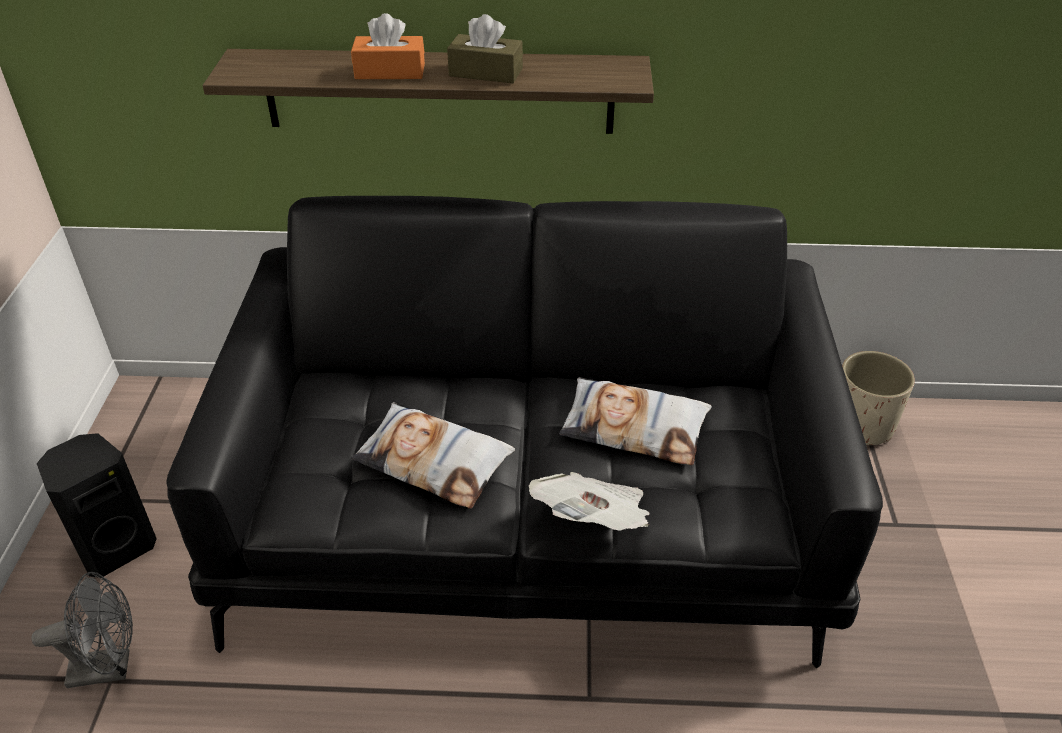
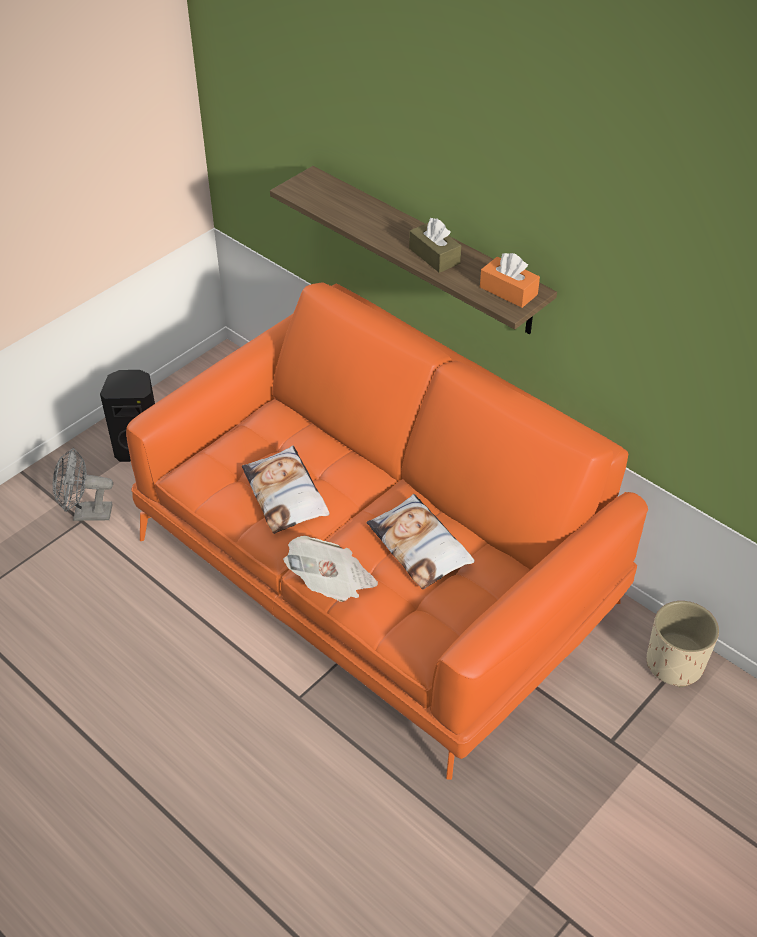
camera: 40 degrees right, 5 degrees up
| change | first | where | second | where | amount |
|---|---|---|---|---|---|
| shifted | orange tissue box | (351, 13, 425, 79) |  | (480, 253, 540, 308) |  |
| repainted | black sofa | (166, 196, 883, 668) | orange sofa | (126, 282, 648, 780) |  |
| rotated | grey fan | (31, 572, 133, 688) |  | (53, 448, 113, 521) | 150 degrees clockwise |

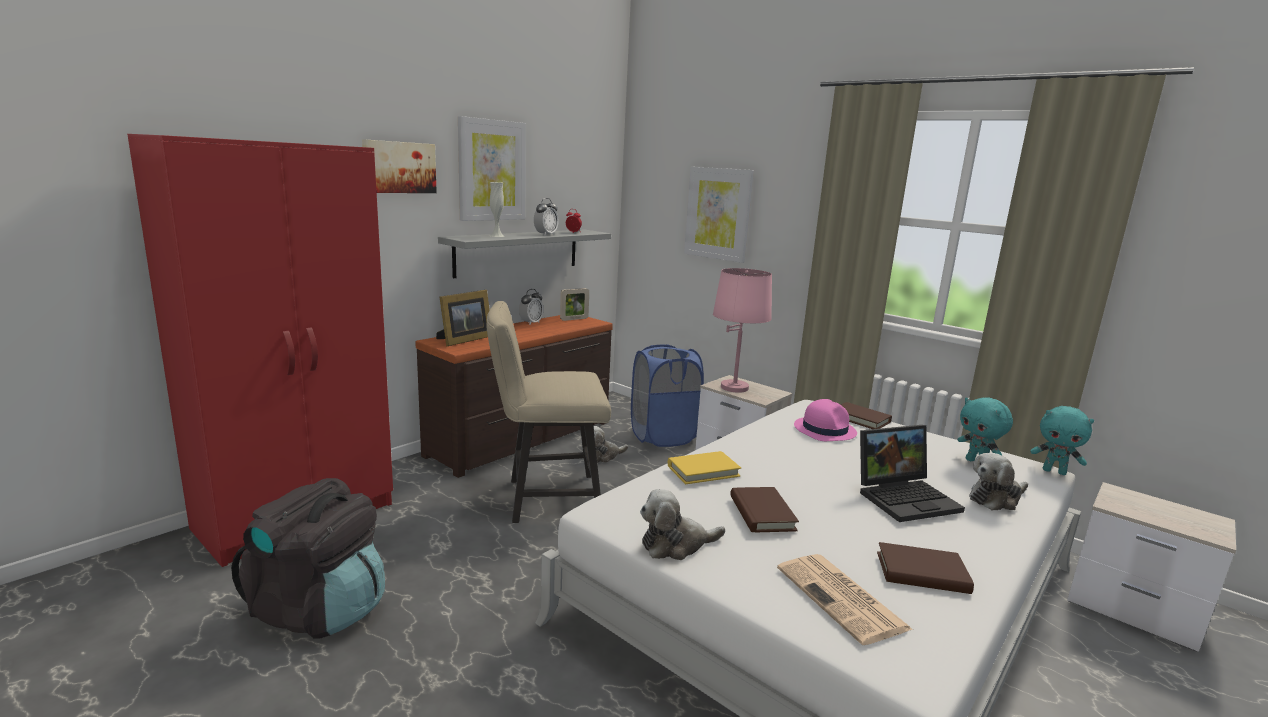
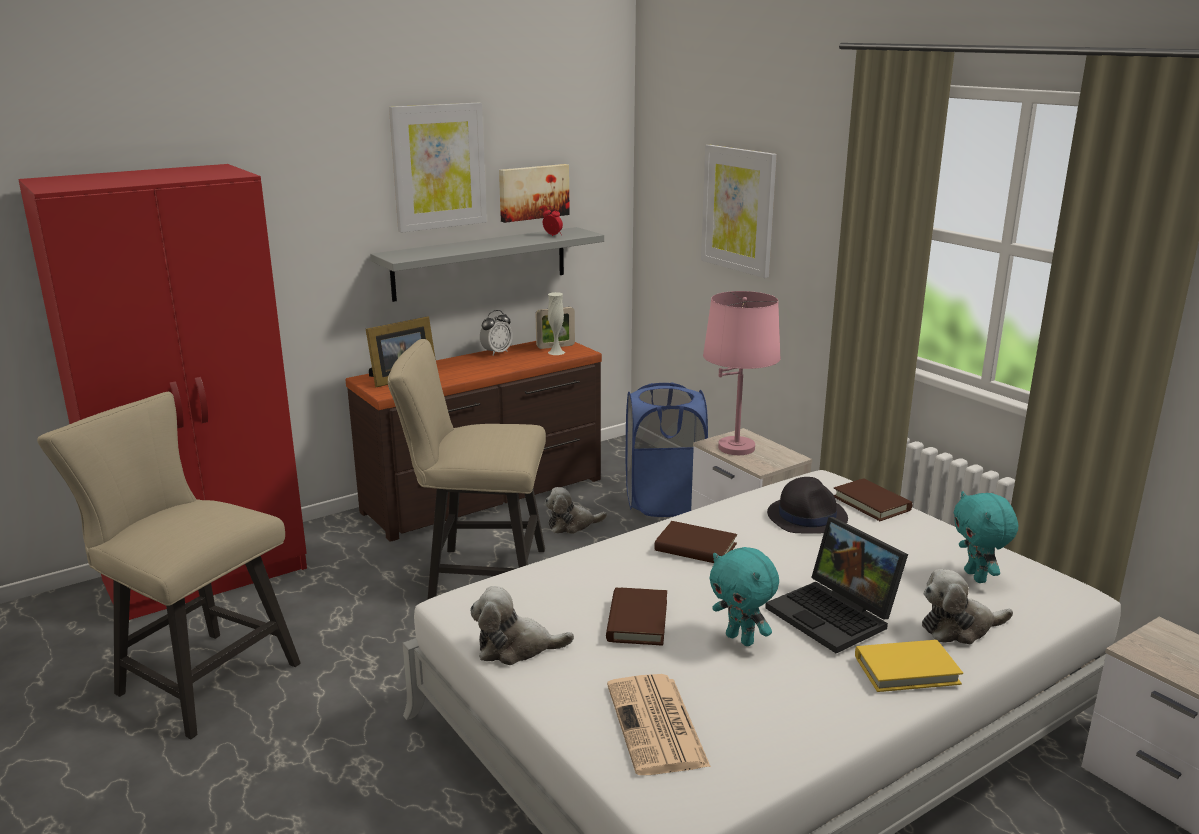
camera: 15 degrees right, 5 degrees up
| change | first | where | second | where | amount |
|---|---|---|---|---|---|
| shifted | picture | (362, 139, 437, 193) |  | (499, 164, 570, 223) |  |
| shifted | white vase | (490, 182, 505, 237) |  | (548, 292, 565, 355) |  |
| gone | alarm clock | (534, 198, 559, 235) |  |  |  |
| repainted | pink hat | (794, 399, 857, 441) | black hat | (767, 477, 848, 534) |  |
| shifted | turquoise plush toy | (1030, 406, 1094, 475) |  | (710, 547, 779, 646) |  |
| rotated | laptop | (860, 425, 965, 522) |  | (765, 517, 908, 654) | 60 degrees clockwise |
| shifted | yellow book | (668, 451, 741, 484) |  | (855, 640, 963, 692) |  |
| swapped | black backpack | (231, 478, 385, 639) | beige chair | (37, 392, 301, 739) |  |
| shifted | brown book | (877, 542, 974, 594) |  | (654, 521, 737, 563) |  |

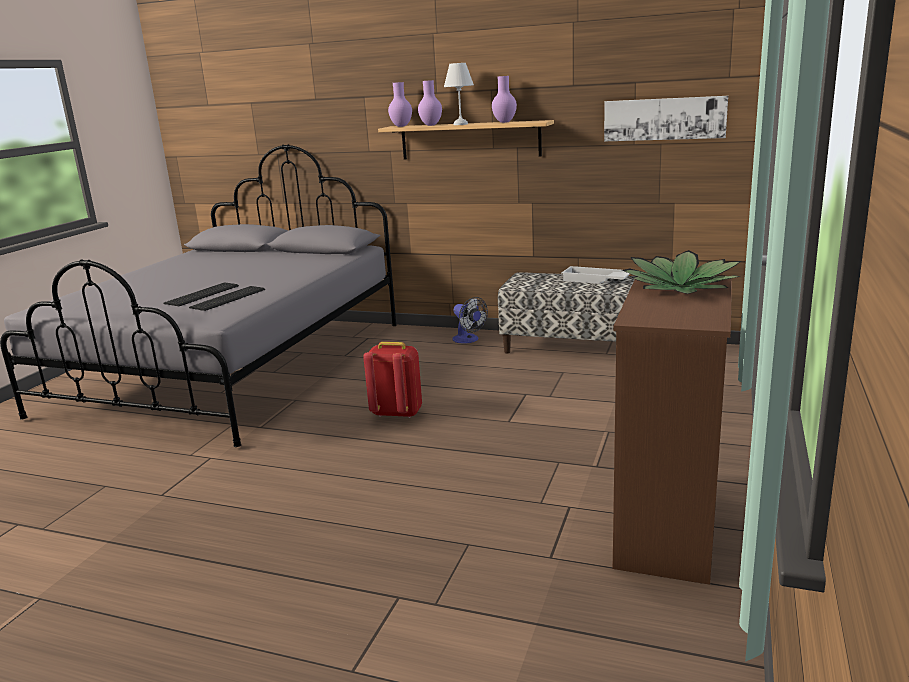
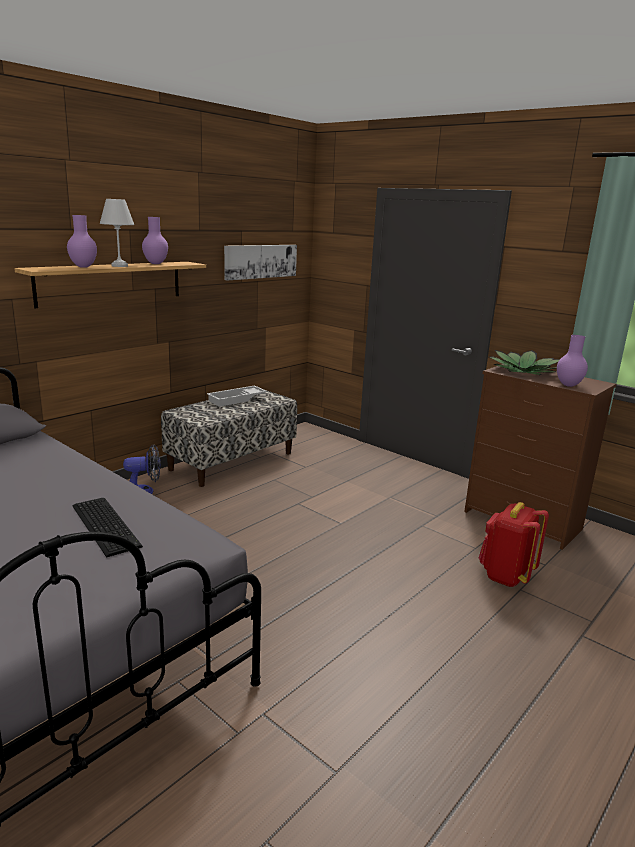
camera: 70 degrees left, 0 degrees up
| change | first | where | second | where | amount |
|---|---|---|---|---|---|
| shifted | purple vase | (388, 82, 412, 127) |  | (557, 335, 588, 387) |  |
| gone | keyboard | (163, 282, 239, 306) |  |  |  |
| shifted | red backpack | (363, 342, 422, 418) |  | (479, 502, 549, 587) |  |

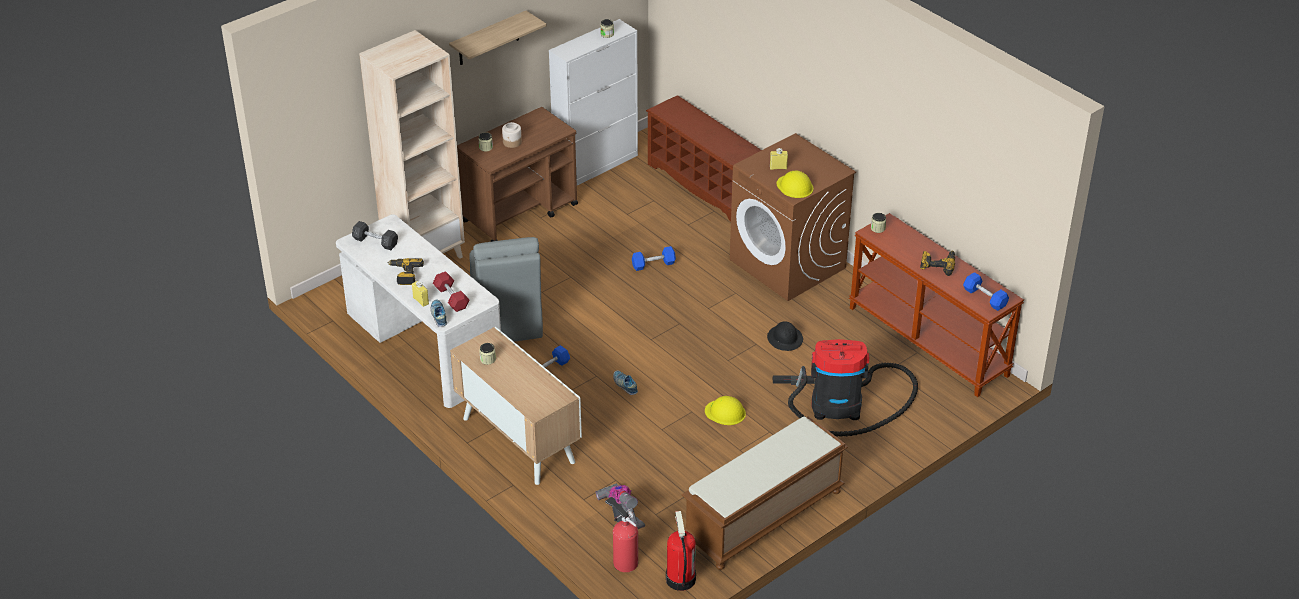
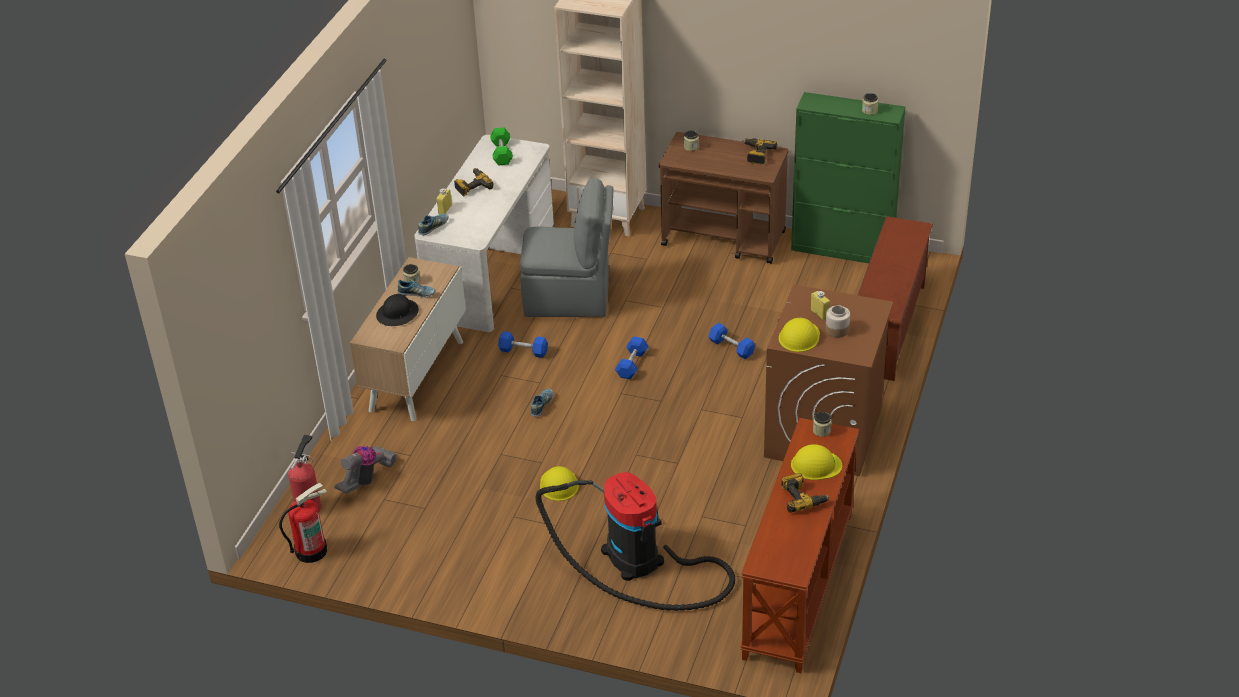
camera: 60 degrees right, 0 degrees up
| change | first | where | second | where | amount |
|---|---|---|---|---|---|
| gone | shelf | (449, 11, 547, 65) |  |  |  |
| repainted | white cabinet | (549, 19, 638, 185) | green cabinet | (791, 92, 905, 263) |  |
| shifted | jar | (502, 122, 522, 148) |  | (825, 305, 850, 338) |  |
| repainted | grey dumbbell | (352, 221, 398, 250) | green dumbbell | (490, 127, 513, 166) |  |
| rotated | grey chair | (469, 237, 543, 342) |  | (520, 178, 614, 317) | 135 degrees counterclockwise |
| gone | red dumbbell | (433, 271, 470, 312) |  |  |  |
| shifted | blue dumbbell | (963, 272, 1009, 311) |  | (615, 336, 648, 379) |  |
| shifted | black hard hat | (767, 321, 803, 351) |  | (376, 294, 419, 326) |  |
| gone | brown bench | (682, 416, 848, 570) |  |  |  |
| new |  |  | power drill | (742, 138, 777, 165) |  |
| new |  |  | shoe | (397, 279, 435, 298) |  |
| new |  |  | yellow hard hat | (791, 444, 842, 480) |  |

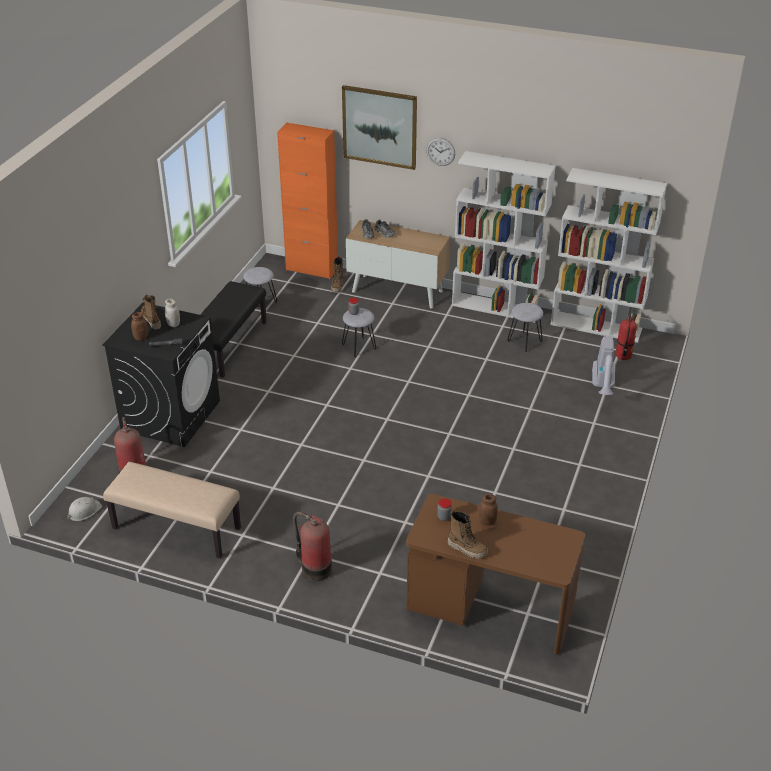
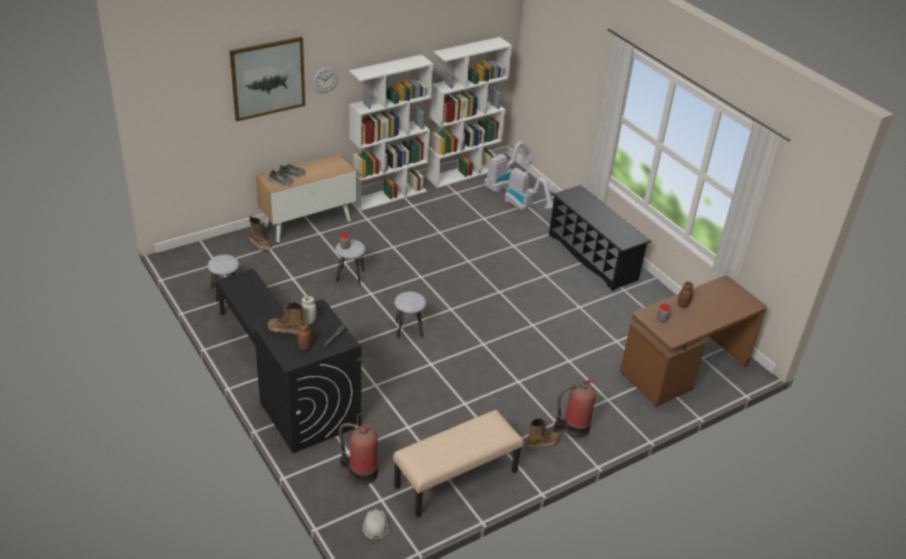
camera: 55 degrees left, 0 degrees up
| change | first | where | second | where | amount |
|---|---|---|---|---|---|
| gone | orange cabinet | (277, 123, 338, 279) |  |  |  |
| shifted | grey stool | (507, 303, 543, 352) |  | (394, 292, 426, 339) |  |
| swapped | fire extinguisher | (616, 308, 637, 360) | vacuum cleaner | (484, 141, 532, 193) |  |
| shifted | boot | (448, 510, 488, 559) |  | (526, 418, 559, 450) |  |
| new |  |  | black shoe rack | (549, 185, 652, 291) |  |

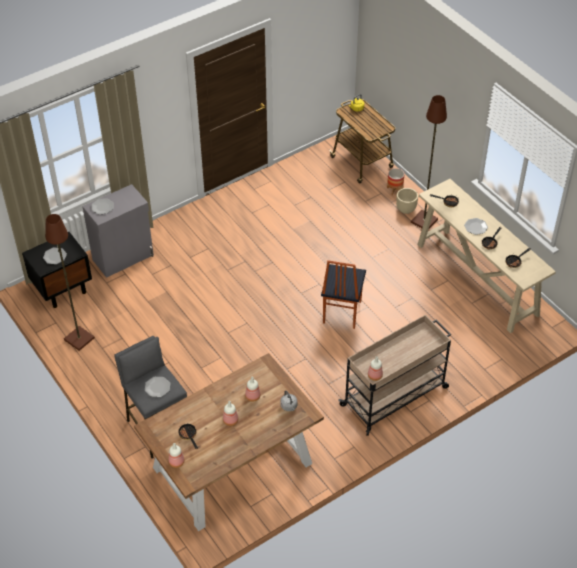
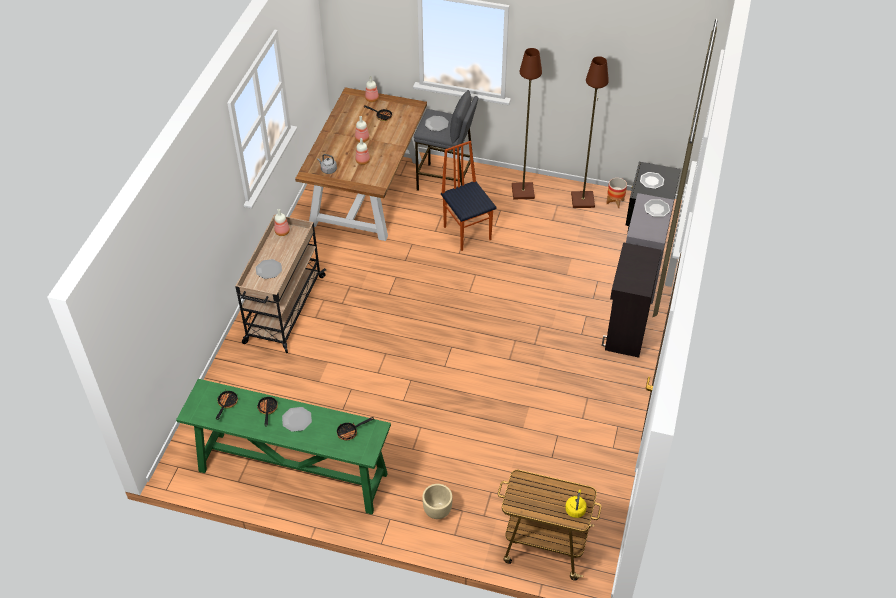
camera: 140 degrees right, 0 degrees up
| change | first | where | second | where | amount |
|---|---|---|---|---|---|
| shifted | brown floor lamp | (411, 95, 447, 230) |  | (512, 48, 542, 199) |  |
| shifted | planter | (387, 168, 404, 195) |  | (606, 178, 627, 208) |  |
| repainted | beige console table | (418, 179, 556, 333) | green console table | (176, 379, 391, 514) |  |
| shifted | chair | (321, 260, 366, 329) |  | (441, 141, 496, 251) |  |
| new |  |  | black cabinet | (602, 242, 661, 358) |  |
| new |  |  | plate | (256, 259, 282, 279) |  |

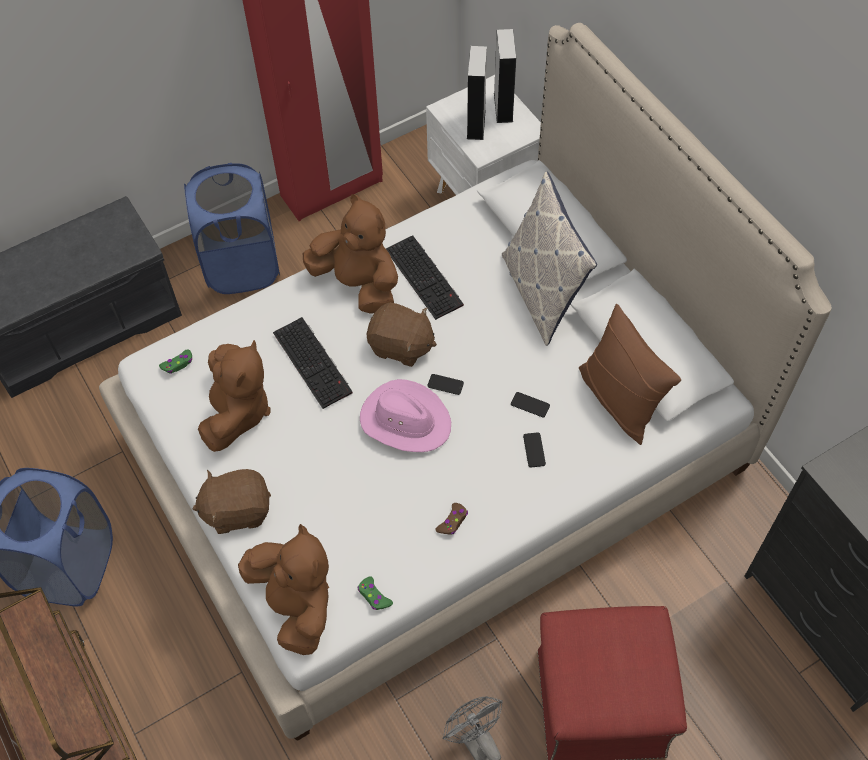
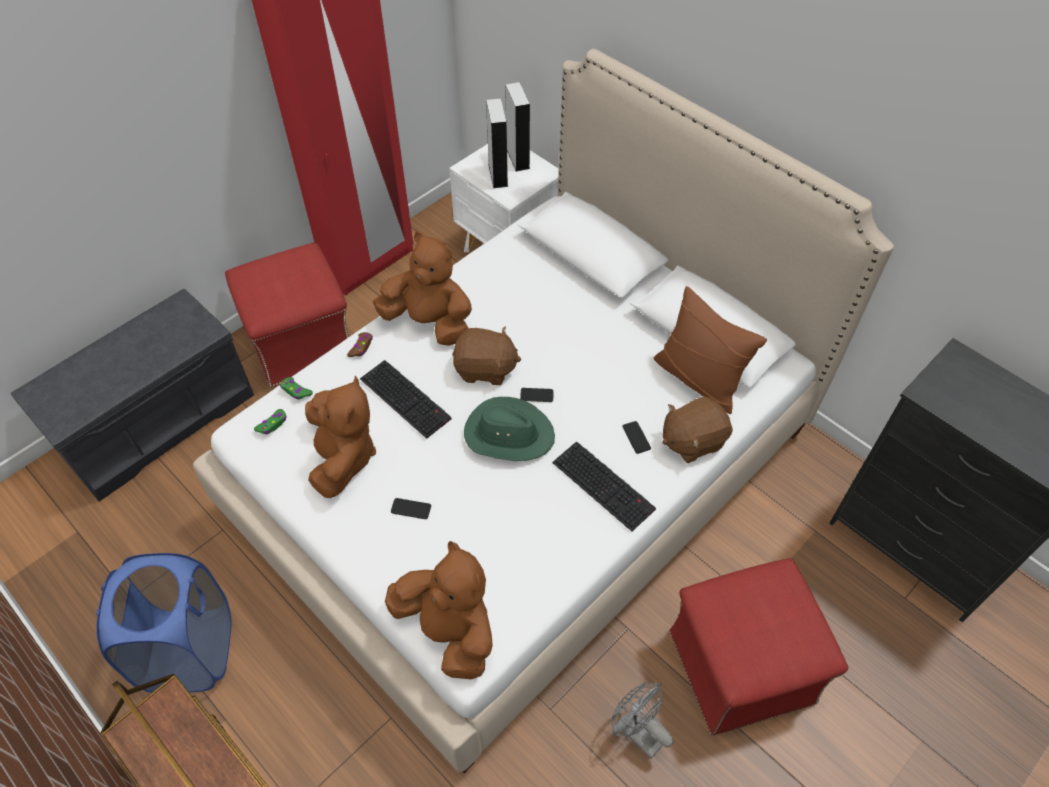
camera: 15 degrees left, 5 degrees down
| change | first | where | second | where | amount |
|---|---|---|---|---|---|
| swapped | blue laundry basket | (184, 163, 280, 294) | red ottoman | (225, 242, 349, 387) |  |
| gone | pillow | (502, 171, 597, 346) |  |  |  |
| shifted | keyboard | (386, 235, 464, 320) |  | (552, 441, 656, 531) |  |
| repainted | pink hat | (360, 379, 451, 452) | green hat | (464, 397, 555, 461) |  |
| shifted | phone | (511, 392, 550, 417) |  | (391, 498, 431, 519) |  |
| shifted | brown plush toy | (192, 469, 271, 534) |  | (663, 397, 732, 463) |  |
| shifted | brown game controller | (435, 503, 468, 535) |  | (347, 332, 373, 357) |  |
| shifted | green game controller | (357, 576, 393, 610) |  | (280, 377, 313, 400) |  |

